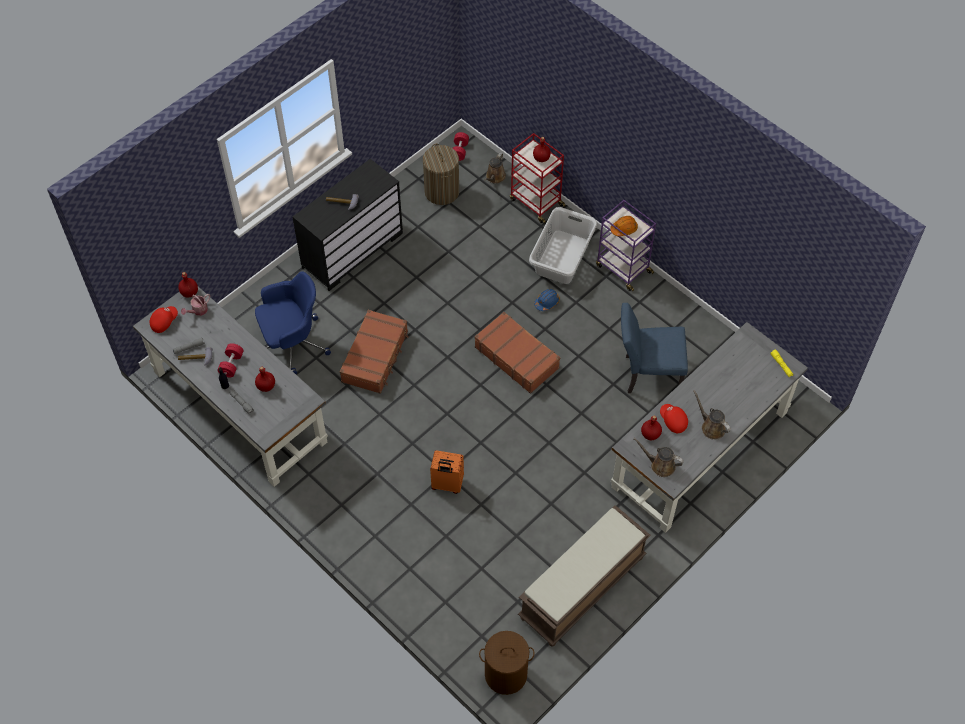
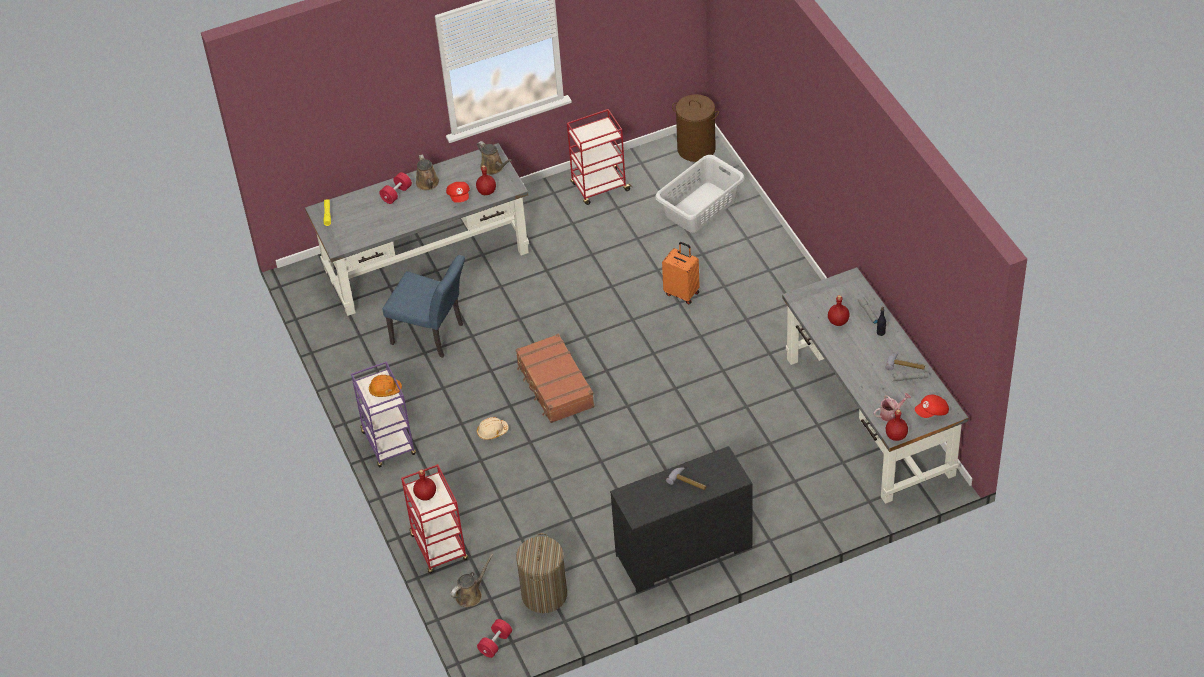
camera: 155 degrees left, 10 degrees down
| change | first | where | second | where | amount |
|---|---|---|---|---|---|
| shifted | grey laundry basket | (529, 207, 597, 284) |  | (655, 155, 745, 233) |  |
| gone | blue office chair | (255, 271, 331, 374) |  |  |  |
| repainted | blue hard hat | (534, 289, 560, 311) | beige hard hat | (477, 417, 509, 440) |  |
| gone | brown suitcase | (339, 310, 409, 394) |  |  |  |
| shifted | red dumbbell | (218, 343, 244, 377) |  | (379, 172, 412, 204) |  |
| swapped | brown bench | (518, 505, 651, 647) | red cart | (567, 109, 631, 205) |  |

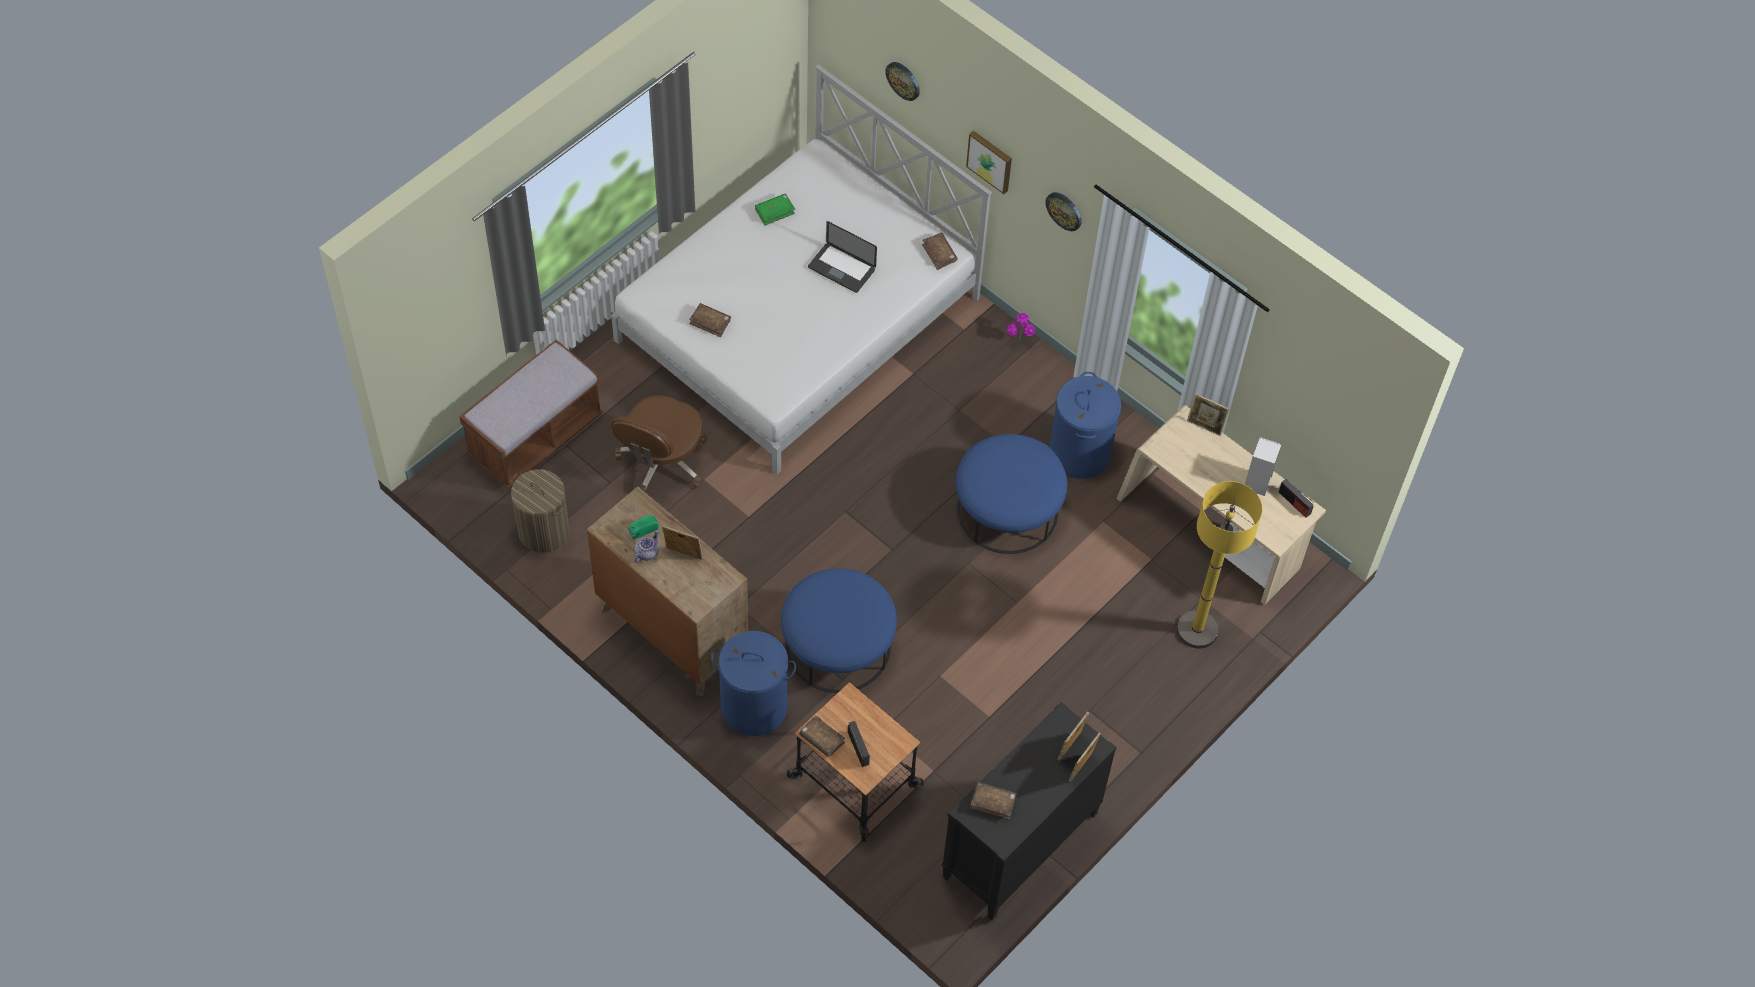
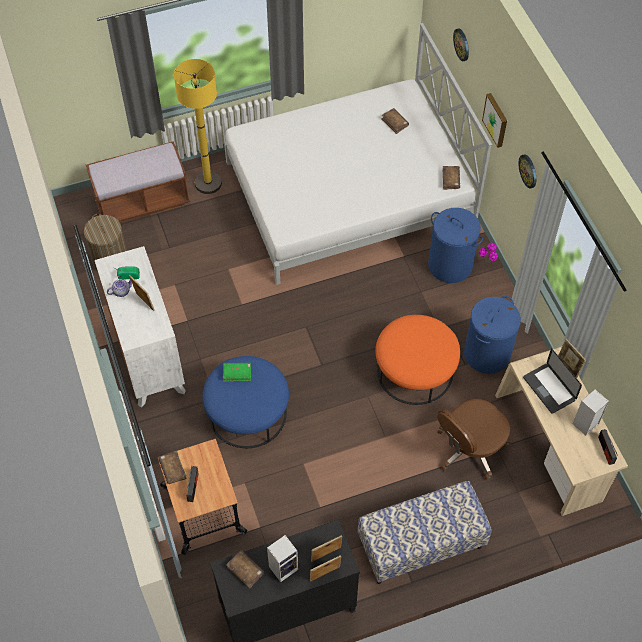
camera: 30 degrees right, 0 degrees up
| change | first | where | second | where | amount |
|---|---|---|---|---|---|
| shifted | green book | (755, 194, 795, 226) |  | (223, 363, 251, 382) |  |
| shifted | laptop | (808, 221, 877, 293) |  | (523, 349, 582, 414) |  |
| shifted | brown book | (689, 303, 731, 337) |  | (381, 108, 409, 134) |  |
| shifted | brown office chair | (611, 395, 707, 494) |  | (437, 399, 511, 480) |  |
| repainted | blue ottoman | (956, 434, 1067, 554) | orange ottoman | (375, 315, 460, 405) |  |
| shifted | yellow floor lamp | (1177, 481, 1262, 649) |  | (174, 59, 222, 194) |  |
| repainted | brown dresser | (587, 486, 749, 696) | white dresser | (95, 246, 186, 407) |  |
| shifted | blue laundry basket | (711, 631, 796, 736) |  | (428, 208, 483, 283) |  |
| new |  |  | bench | (358, 481, 492, 584) |  |
| new |  |  | speaker | (267, 535, 298, 582) |  |

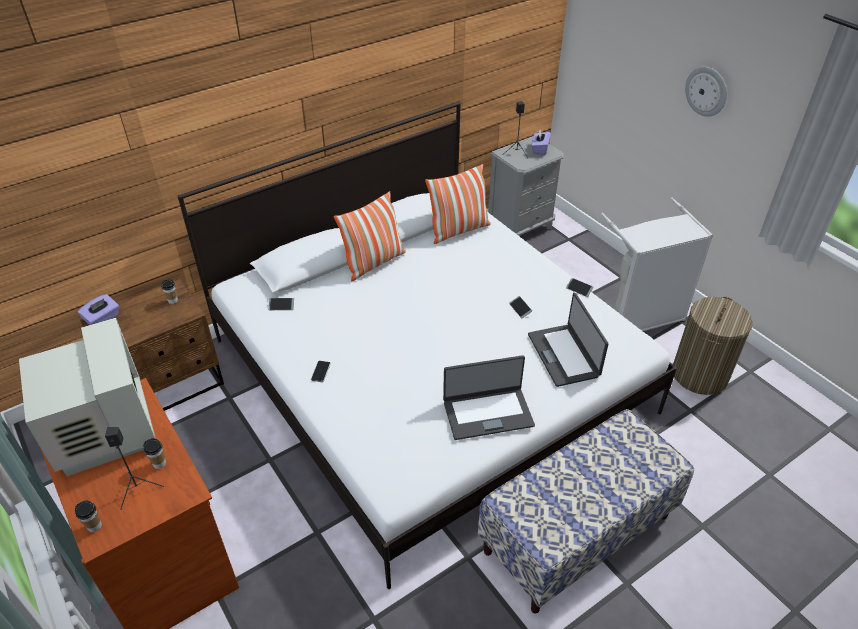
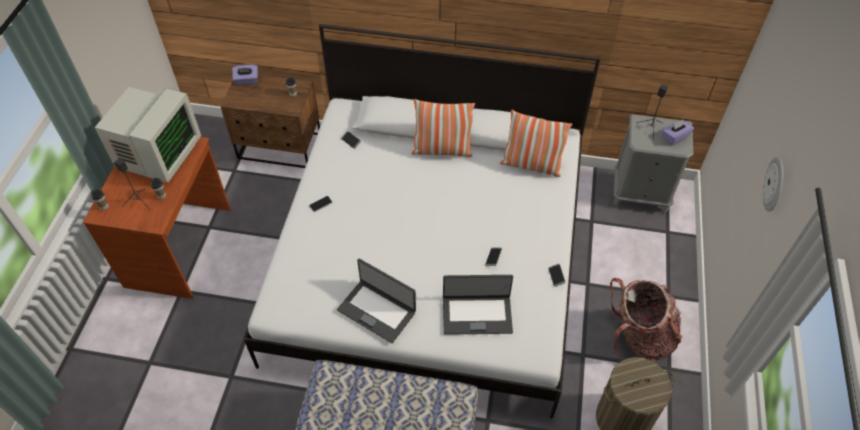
camera: 45 degrees right, 10 degrees up
| change | first | where | second | where | amount |
|---|---|---|---|---|---|
| swapped | grey laundry basket | (601, 197, 713, 331) | backpack | (610, 278, 682, 361) |  |
| rotated | laptop | (528, 293, 608, 387) |  | (443, 275, 513, 335) | 120 degrees counterclockwise |

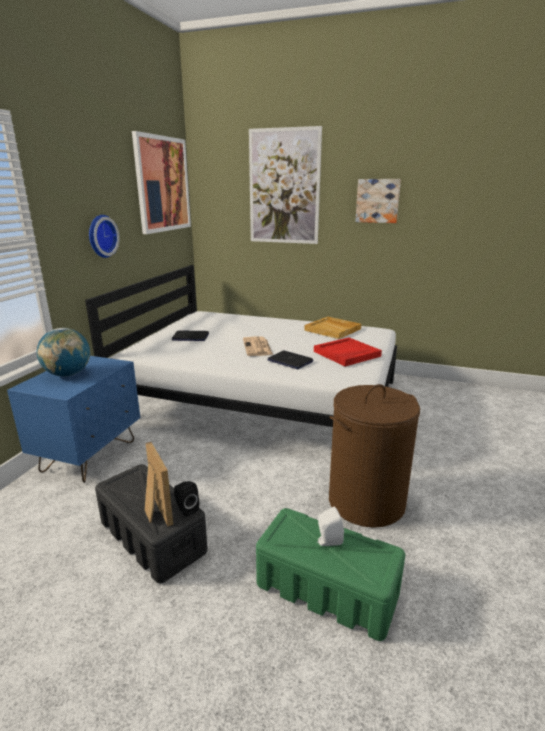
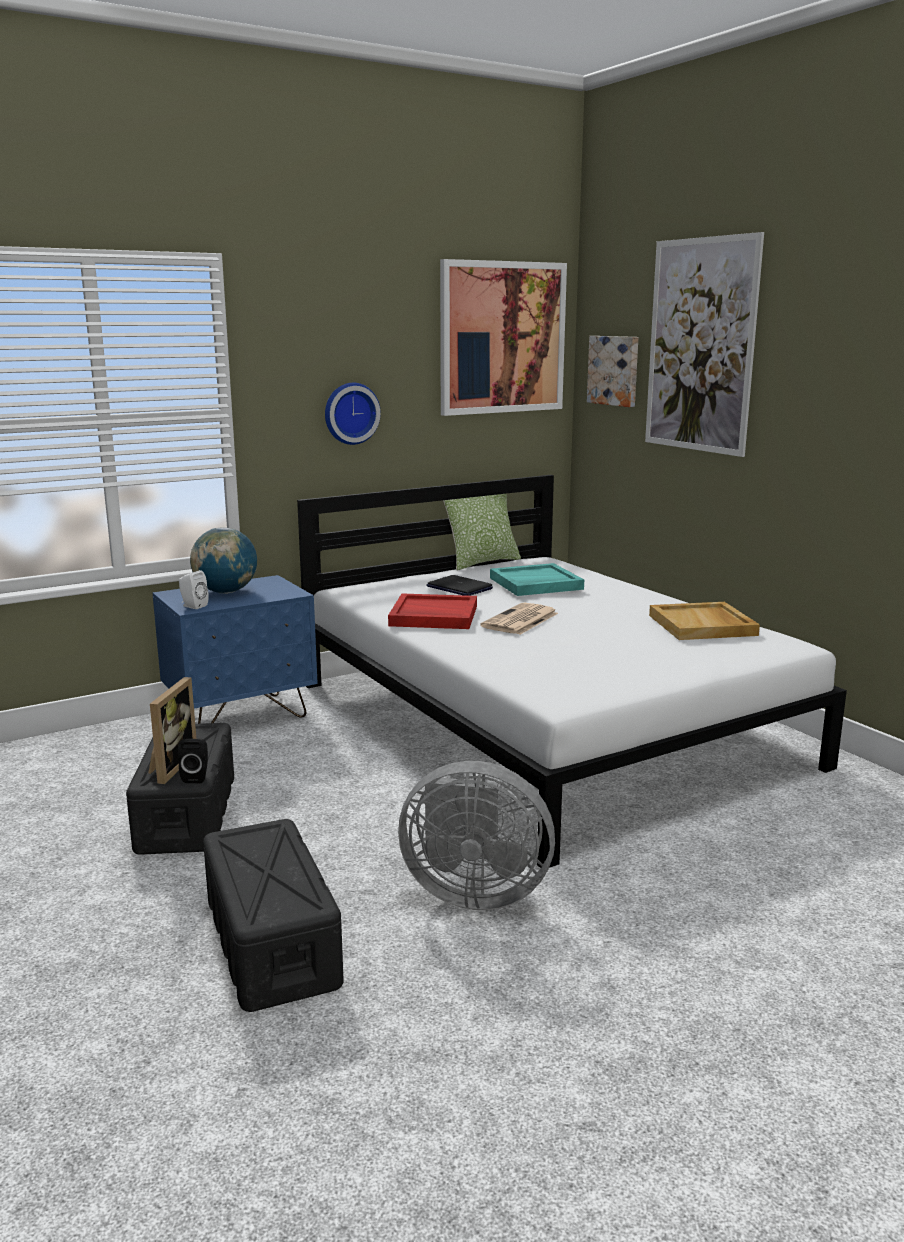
camera: 40 degrees right, 5 degrees down
| change | first | where | second | where | amount |
|---|---|---|---|---|---|
| shifted | picture | (355, 179, 401, 223) |  | (587, 336, 638, 407) |  |
| shifted | red tray | (314, 338, 382, 366) |  | (388, 593, 477, 629) |  |
| gone | laptop | (267, 351, 314, 369) |  |  |  |
| swapped | brown laundry basket | (329, 384, 420, 528) | grey fan | (398, 761, 555, 910) |  |
| shifted | white speaker | (317, 507, 344, 546) |  | (179, 570, 209, 609) |  |
| repainted | green storage box | (256, 508, 405, 641) | black storage box | (203, 819, 344, 1012) |  |
| new |  |  | pillow | (443, 494, 521, 571) |  |
| new |  |  | turquoise tray | (490, 563, 584, 596) |  |

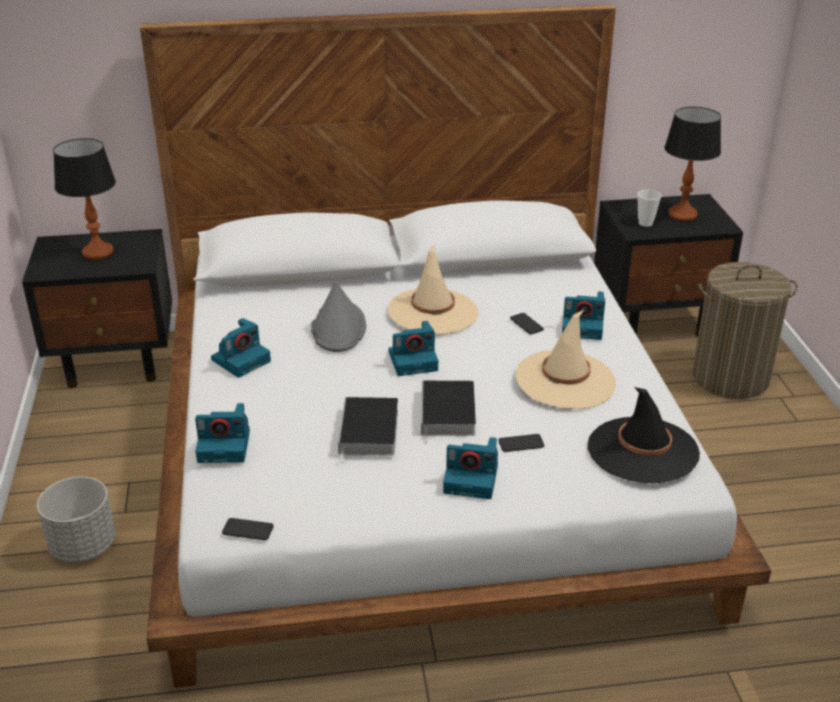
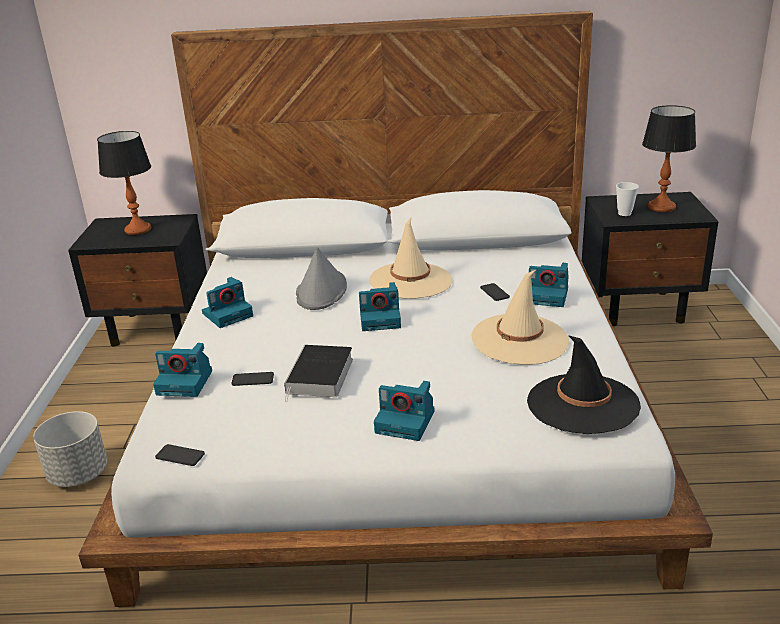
camera: 10 degrees right, 5 degrees down
| change | first | where | second | where | amount |
|---|---|---|---|---|---|
| gone | laundry basket | (692, 262, 798, 399) |  |  |  |
| gone | book | (421, 381, 476, 444) |  |  |  |
| shifted | phone | (498, 434, 544, 452) |  | (231, 372, 274, 386) |  |

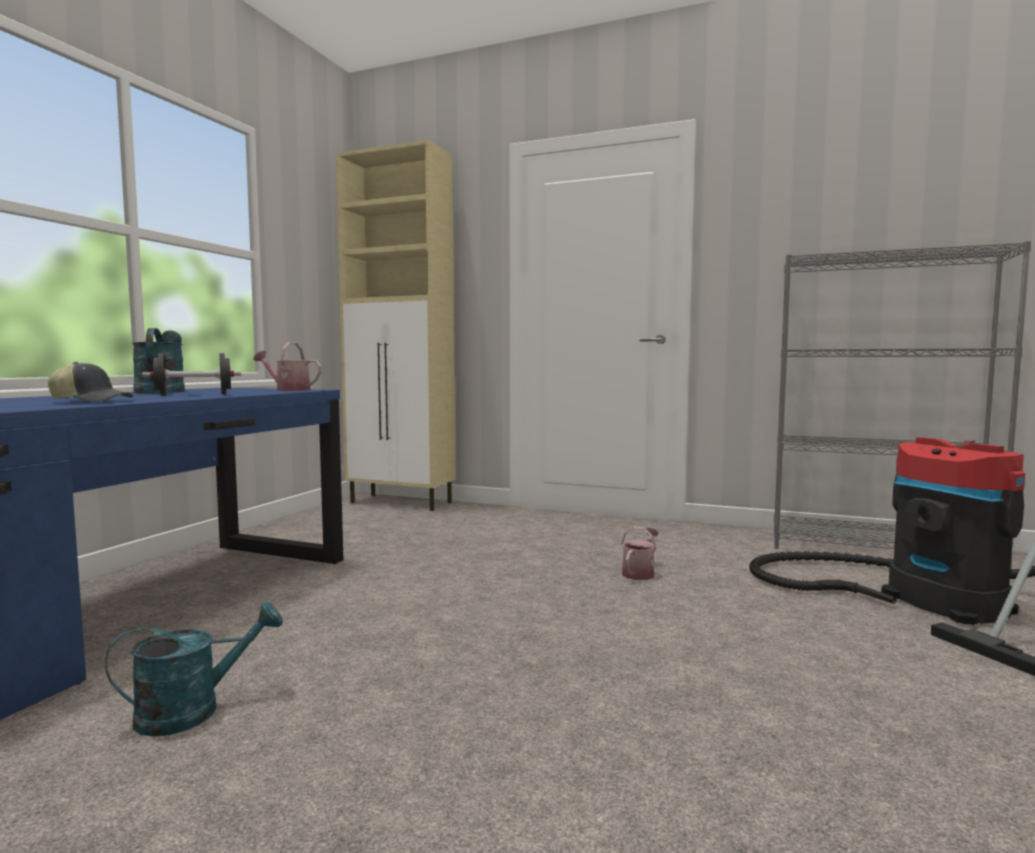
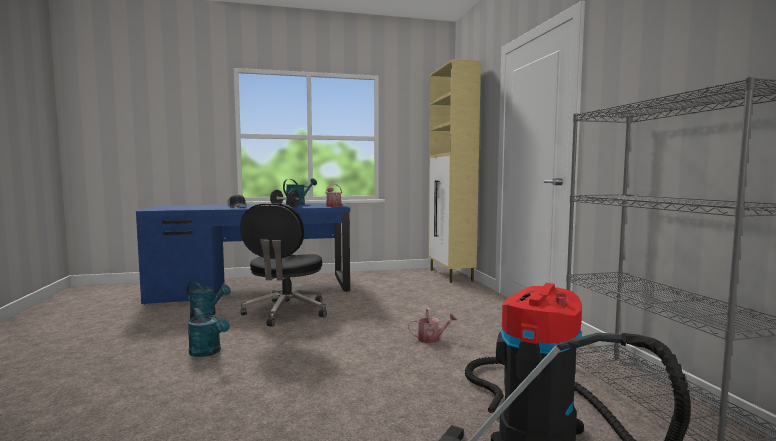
camera: 55 degrees right, 0 degrees up
| change | first | where | second | where | amount |
|---|---|---|---|---|---|
| new |  |  | black office chair | (240, 203, 327, 327) |  |
| new |  |  | turquoise watering can | (187, 308, 230, 357) |  |

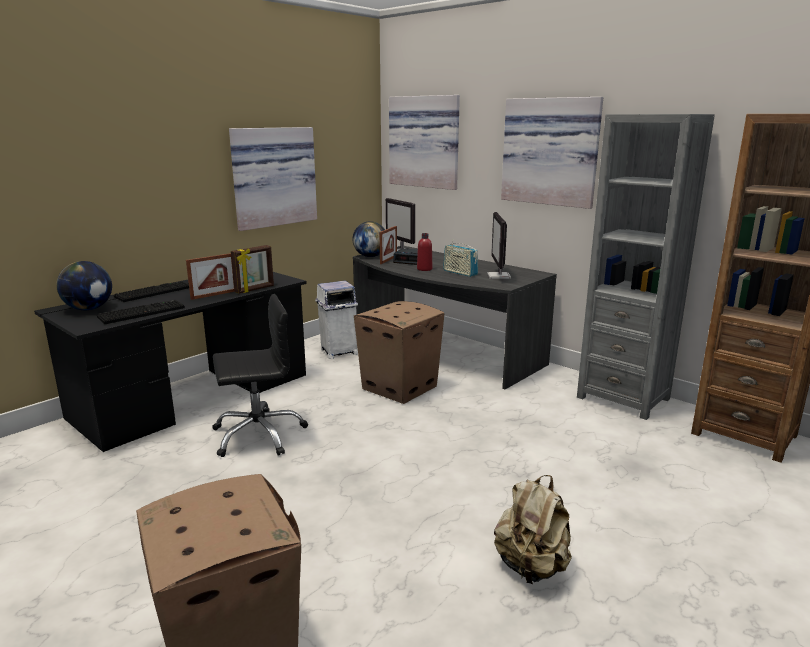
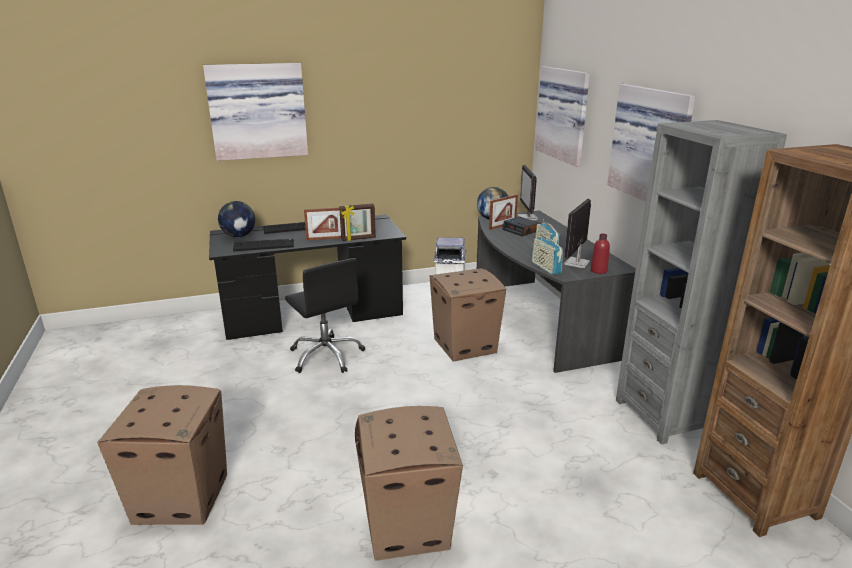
camera: 30 degrees right, 5 degrees up
| change | first | where | second | where | amount |
|---|---|---|---|---|---|
| shifted | picture | (229, 127, 317, 231) |  | (203, 63, 308, 161) |  |
| shifted | red bottle | (417, 233, 432, 271) |  | (591, 234, 610, 274) |  |
| rotated | black office chair | (212, 294, 308, 457) |  | (285, 258, 365, 373) | 45 degrees clockwise |
| swapped | beige backpack | (494, 475, 572, 584) | cardboard box | (355, 406, 463, 561) |  |
| new |  |  | radio | (532, 236, 563, 275) |  |

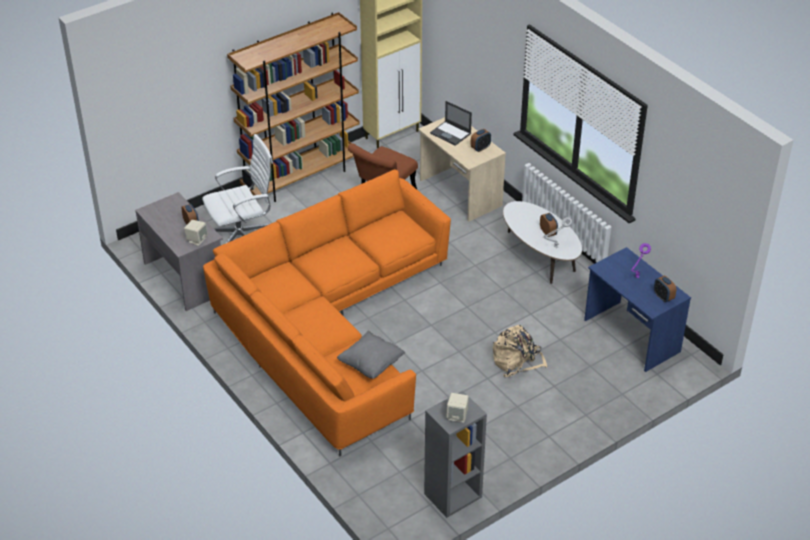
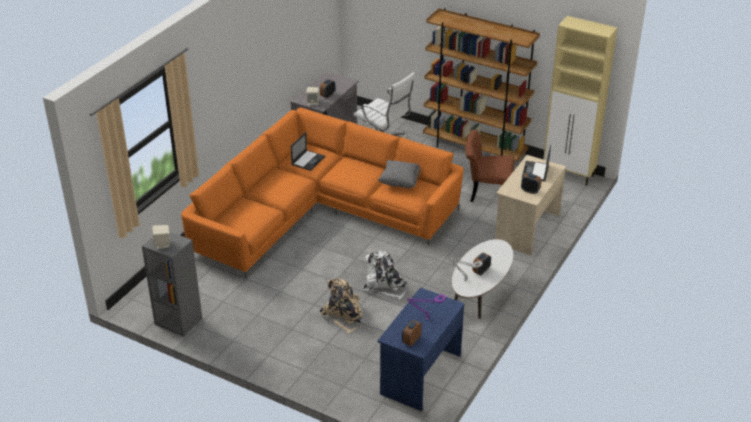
camera: 65 degrees right, 5 degrees down
| change | first | where | second | where | amount |
|---|---|---|---|---|---|
| shifted | grey pillow | (337, 330, 405, 379) |  | (378, 160, 421, 188) |  |
| new |  |  | laptop | (291, 132, 325, 171) |  |
| new |  |  | white backpack | (362, 251, 407, 299) |  |

